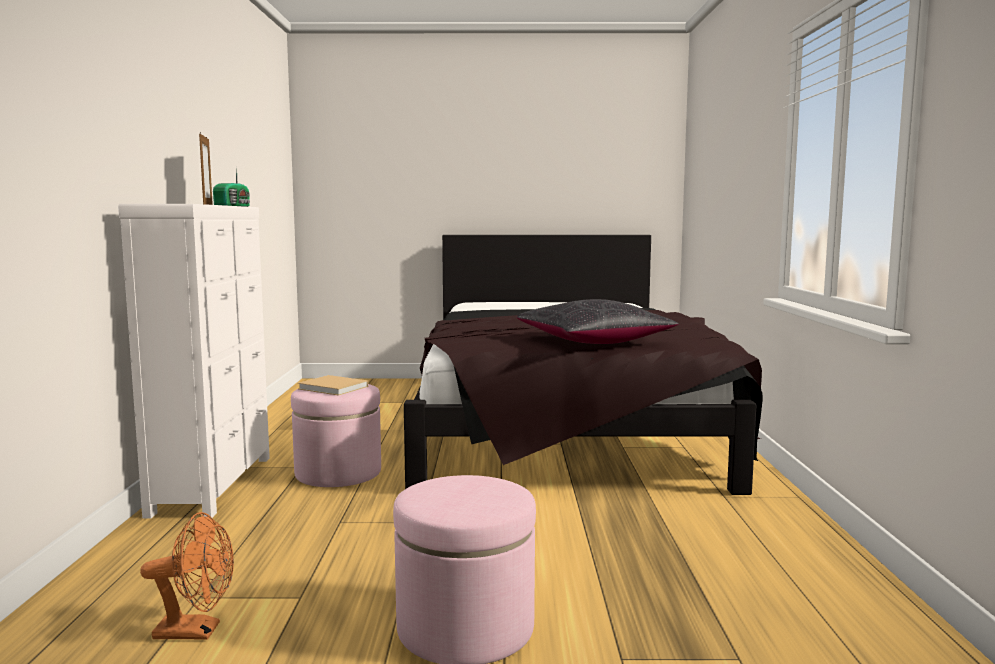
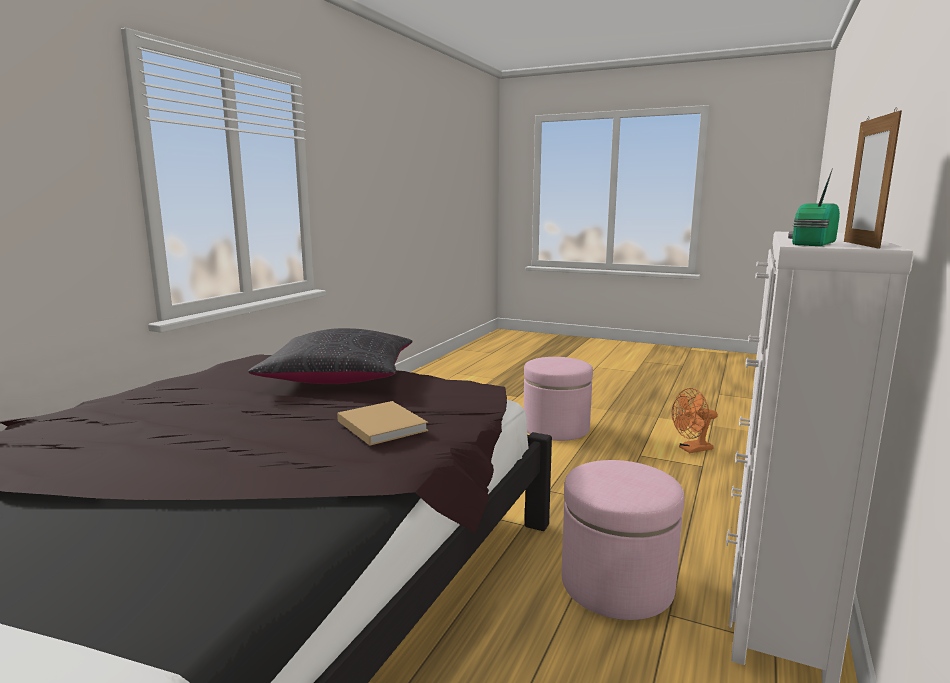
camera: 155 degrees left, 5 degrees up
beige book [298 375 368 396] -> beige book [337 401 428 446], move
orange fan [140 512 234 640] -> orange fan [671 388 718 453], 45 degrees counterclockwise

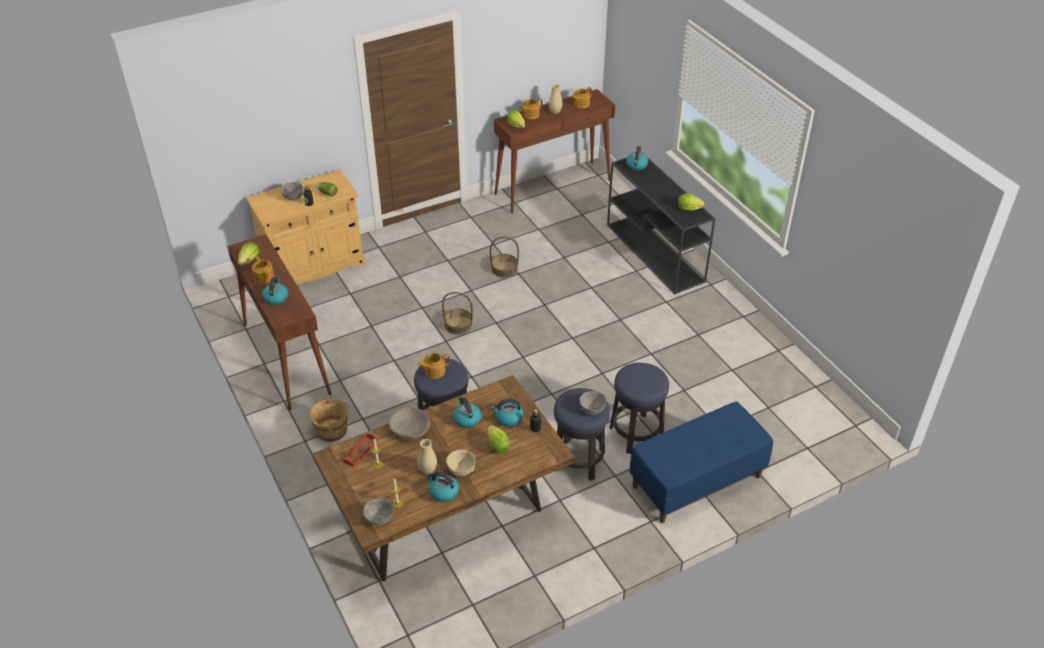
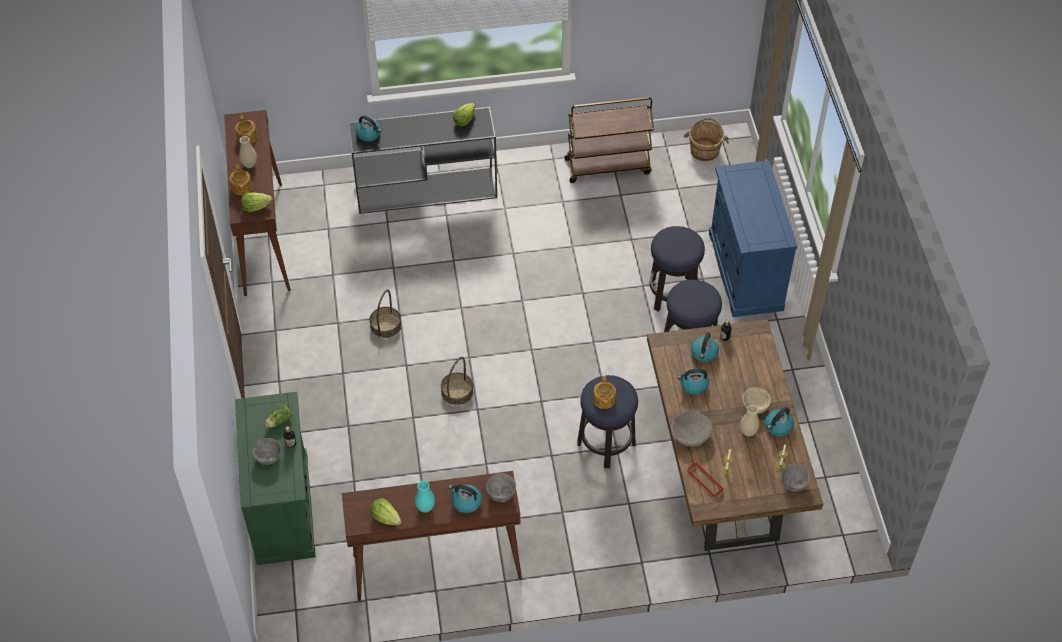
camera: 70 degrees left, 10 degrees up
beige cabinet [246 169 366 284] -> green cabinet [235 392 316 565]
teapot [252 256 274 284] -> turquoise vase [415 481 435 513]
grey bowl [579 391 607 415] -> grey bowl [486 473 516 502], move
none -> brown cart [564 97 654 183]
brown bucket [310 397 349 442] -> brown bucket [684 118 729 162], move
blue bench [629 402 773 523] -> blue cabinet [709 160 797 317]
lettuce [488 425 510 454] -> none

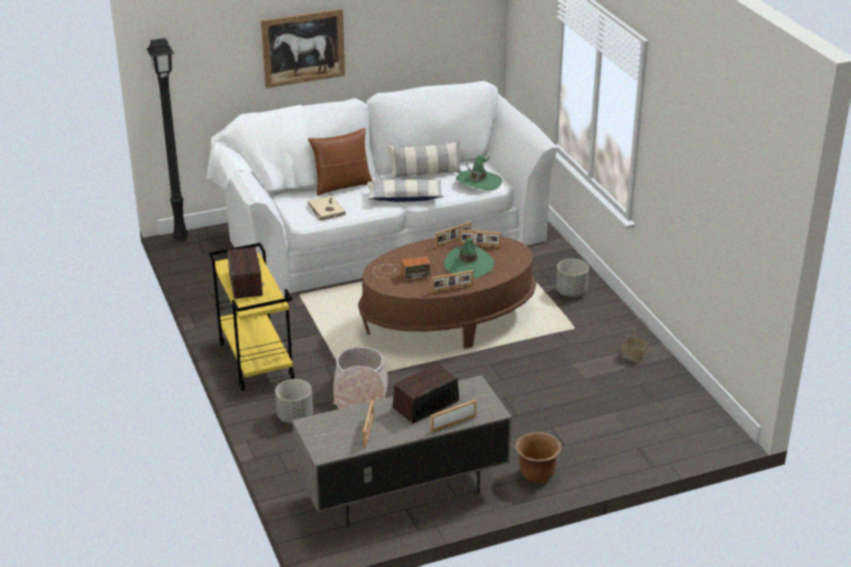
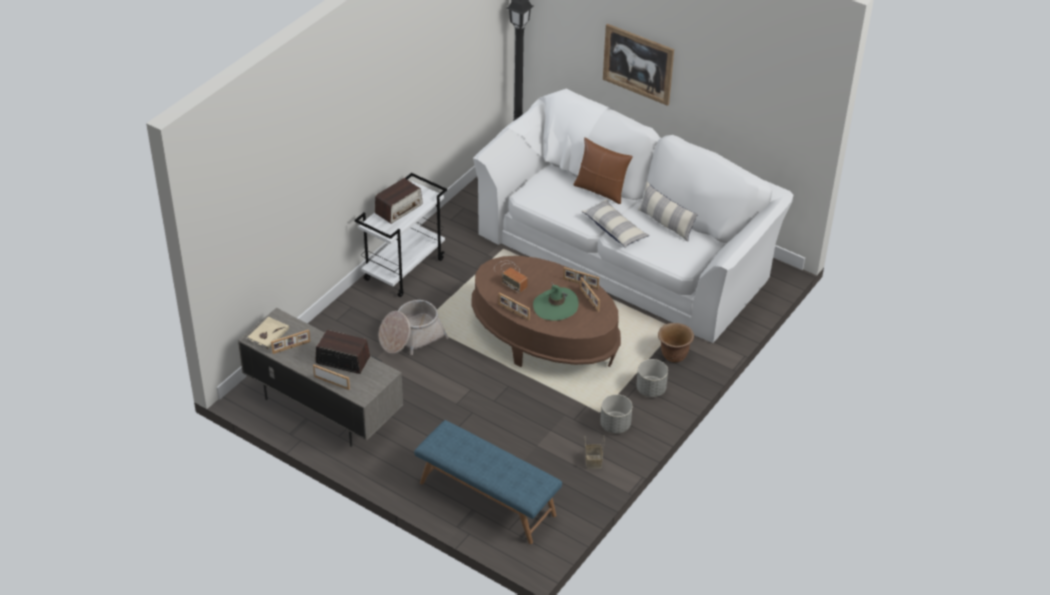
camera: 55 degrees right, 10 degrees up
beige book [308 195 346 221] -> beige book [246 317 289 349], move
yellow cart [208 243 295 391] -> white cart [355 173 447 297]
none -> blue bench [414 420 562 544]
grey planter [275 379 313 424] -> grey planter [600 394 632 434], move
brown planter [515 432 561 483] -> brown planter [658 323 694 362], move
green hat [456 155 502 190] -> none

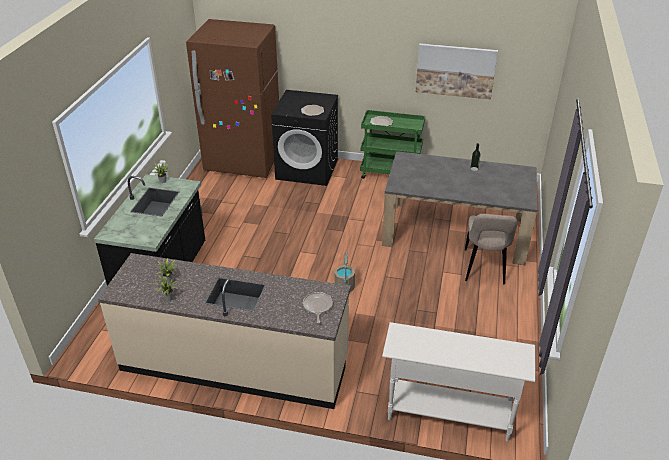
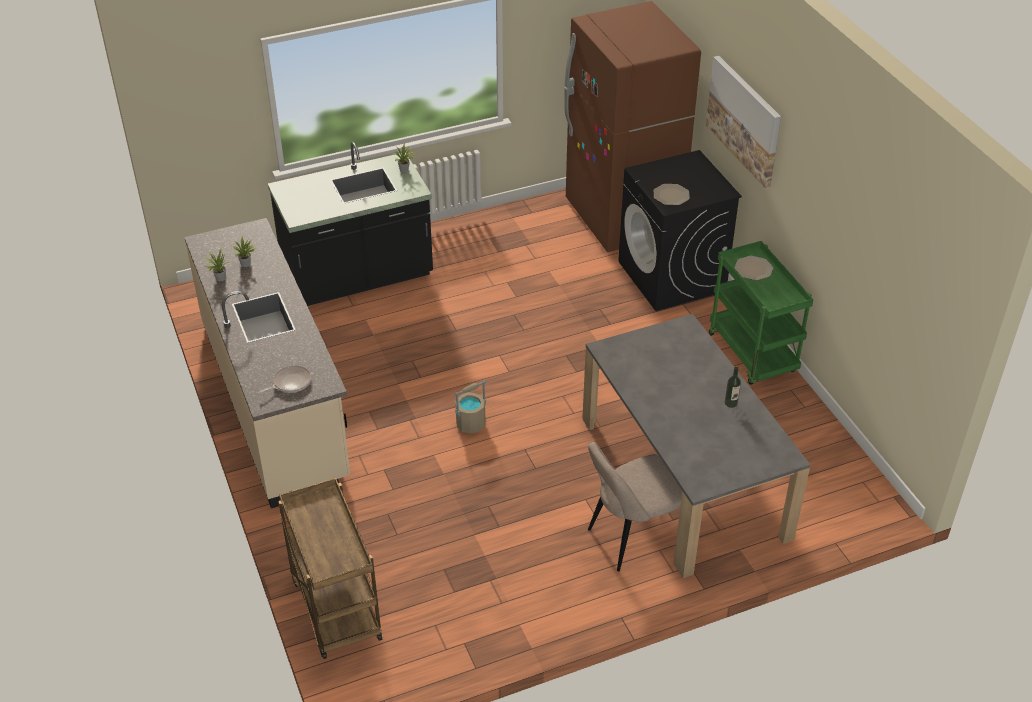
camera: 55 degrees right, 5 degrees up
white console table [382 322 536 442] -> brown cart [278 478 382 659]
picture [416 43 498 100] -> picture [706 56 781 188], move

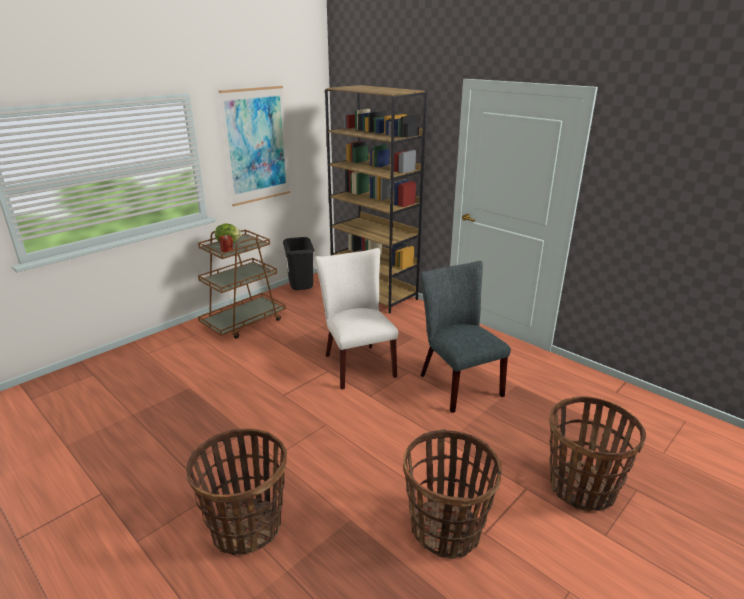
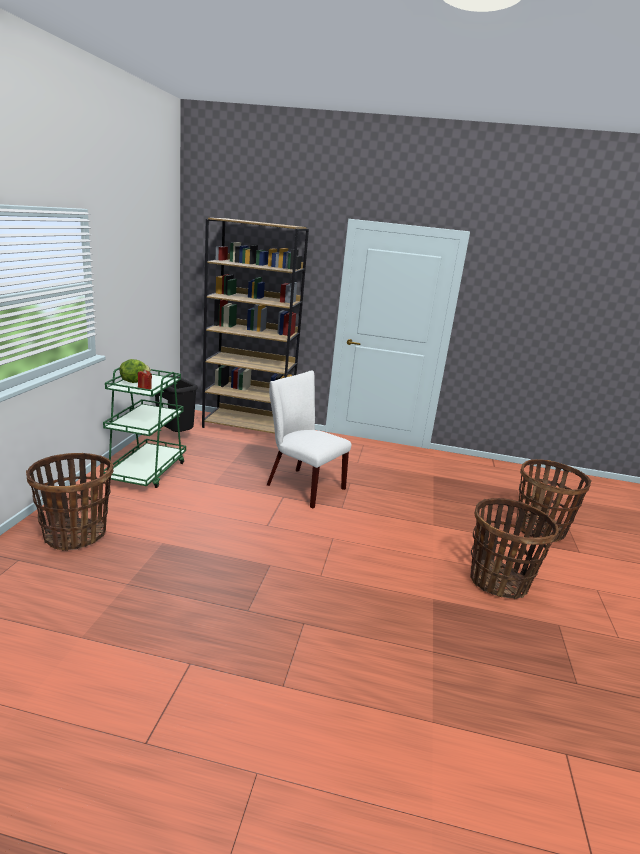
camera: 35 degrees left, 5 degrees down
basket [186 429 287 556] -> basket [26 453 113 551], move
brown cart [198 230 286 339] -> green cart [103 367 186 488]
picture [219 86 290 206] -> none
grey chair [420 261 511 413] -> none

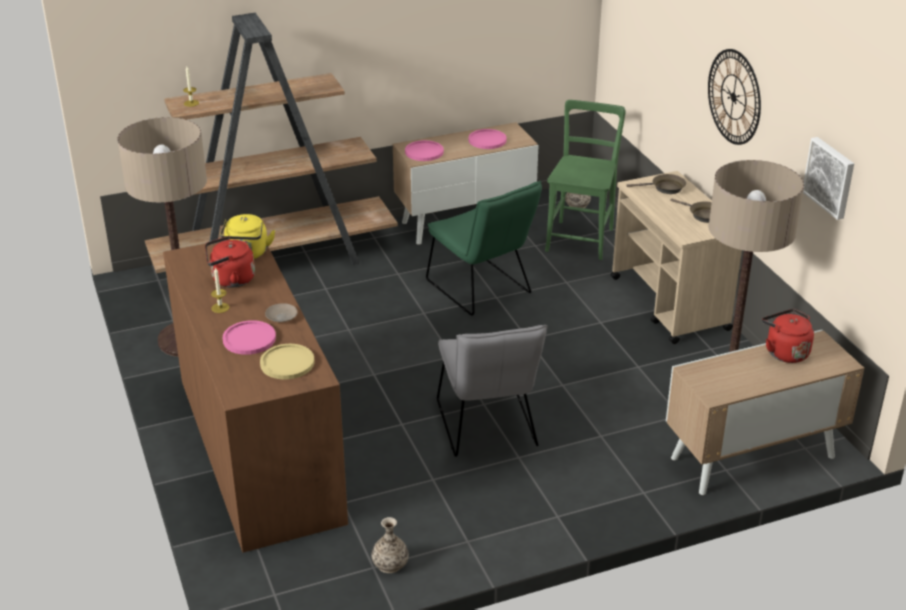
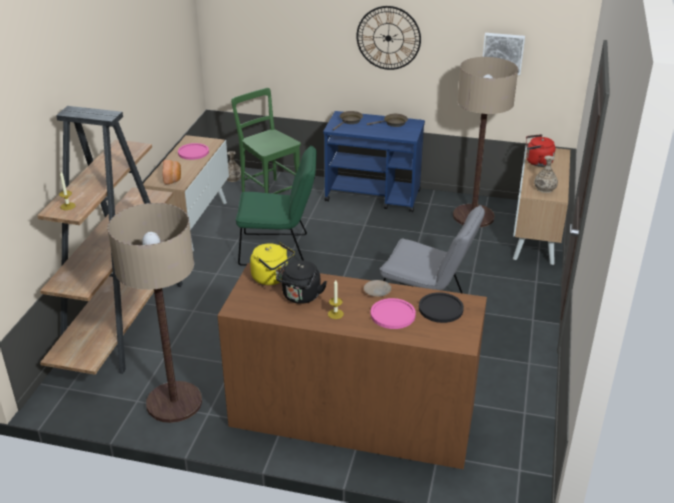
camera: 55 degrees left, 0 degrees up
pink plate [405 140 444 161] -> bread [163 160 181 184]
red kettle [205 236 255 288] -> black kettle [276 260 327 304]
beige cart [611 171 742 344] -> blue cart [323 111 425 212]
yellow plate [260 344 314 380] -> black plate [419 292 464 323]
vase [371 517 409 573] -> vase [534 156 558 193], move

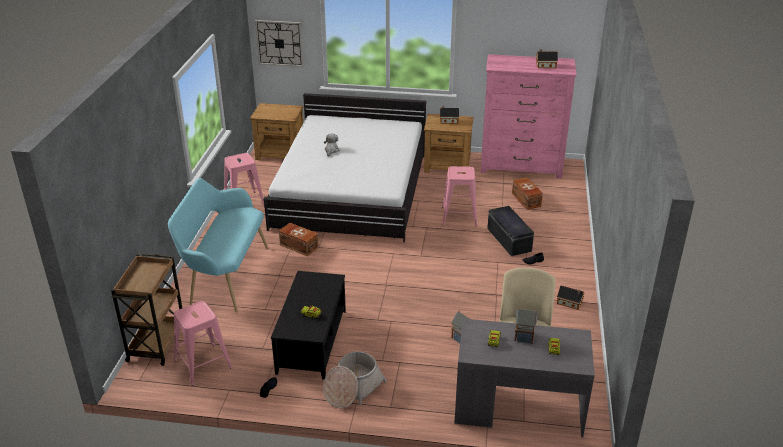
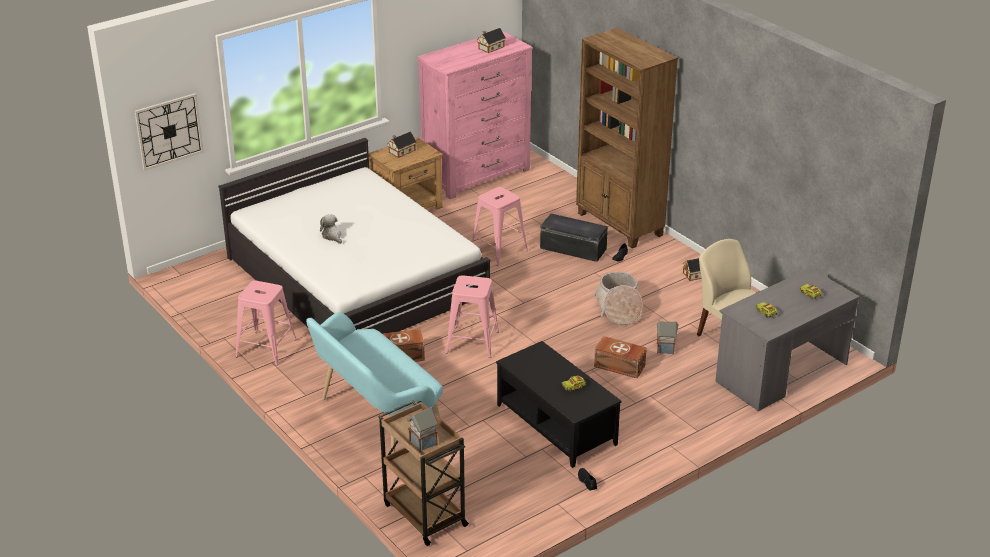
camera: 45 degrees left, 0 degrees up
toy house [515 307 539 344] -> toy house [407 406 439 452], move
pink stool [174 301 232 386] -> pink stool [446 275 499 358], move
none -> brown bookcase [576 28 678 248]
basket [323 351 387 408] -> basket [594 272 643 325], move
brown storage box [512 177 543 210] -> brown storage box [594 336 647 378], move
brown nightstand [250 103 303 160] -> none

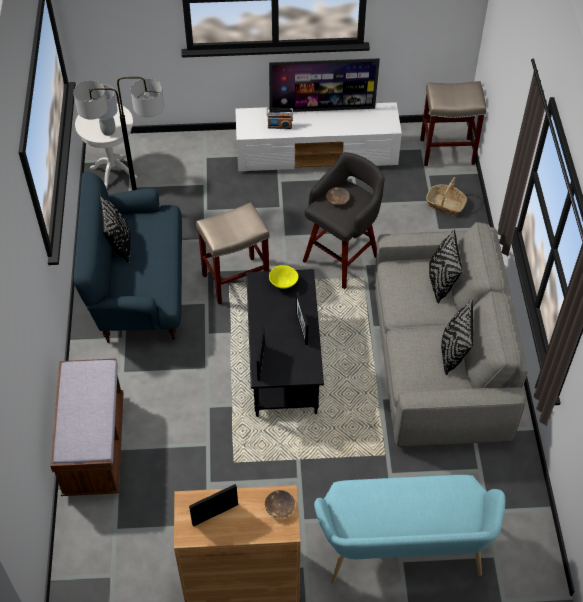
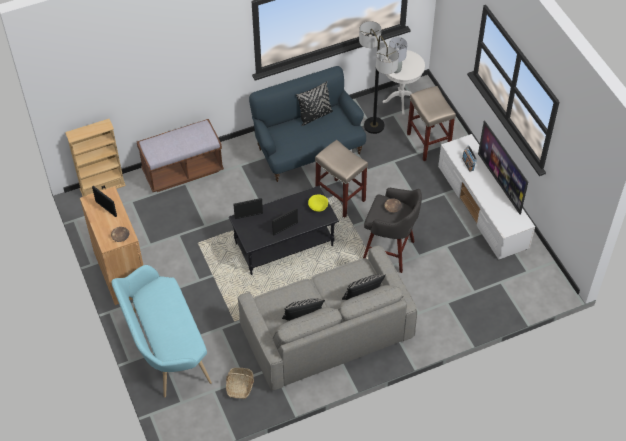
camera: 70 degrees right, 0 degrees up
none -> beige bookcase [65 119 126 197]
basket [426 177 467 216] -> basket [226 368 254 399], move
beige stool [420 81 486 166] -> beige stool [407 86 456 161], move

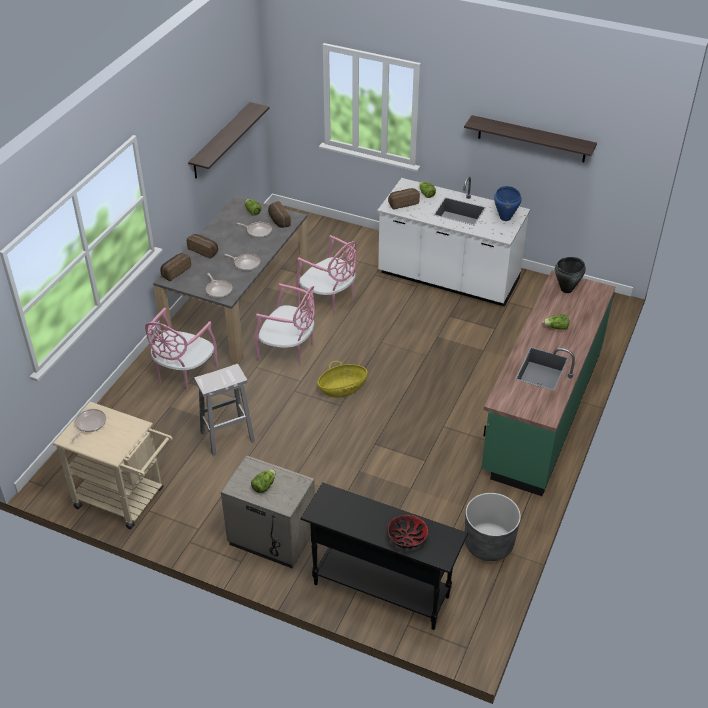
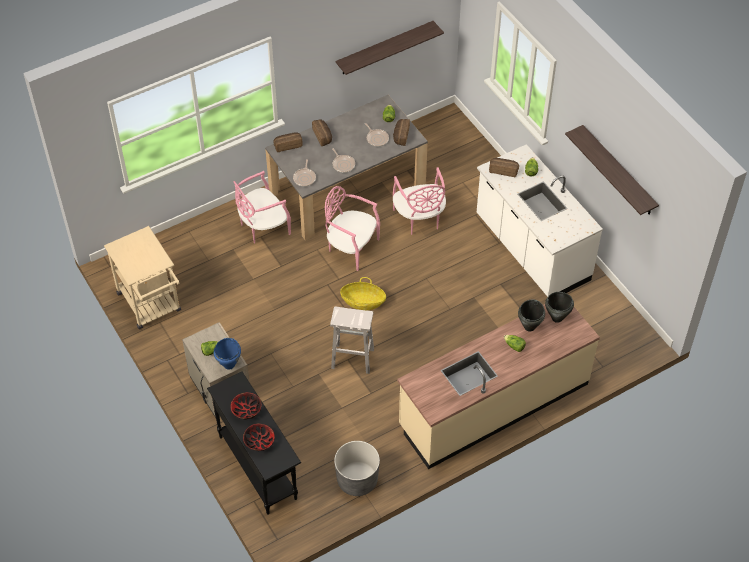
camera: 35 degrees right, 10 degrees up
blue cooking pot [494 186 522 221] -> blue cooking pot [214 338 241 370], move
none -> bowl [230 392 262 419]
pink chair [254 283 315 366] -> pink chair [325 186 380 271], 150 degrees clockwise
white stool [194 364 255 456] -> white stool [330 306 374 374], move
green counter [481 270 615 496] -> beige counter [397 304 600 469]
none -> black cooking pot [518 300 545 332]
frying pan [72 409 106 440] -> none

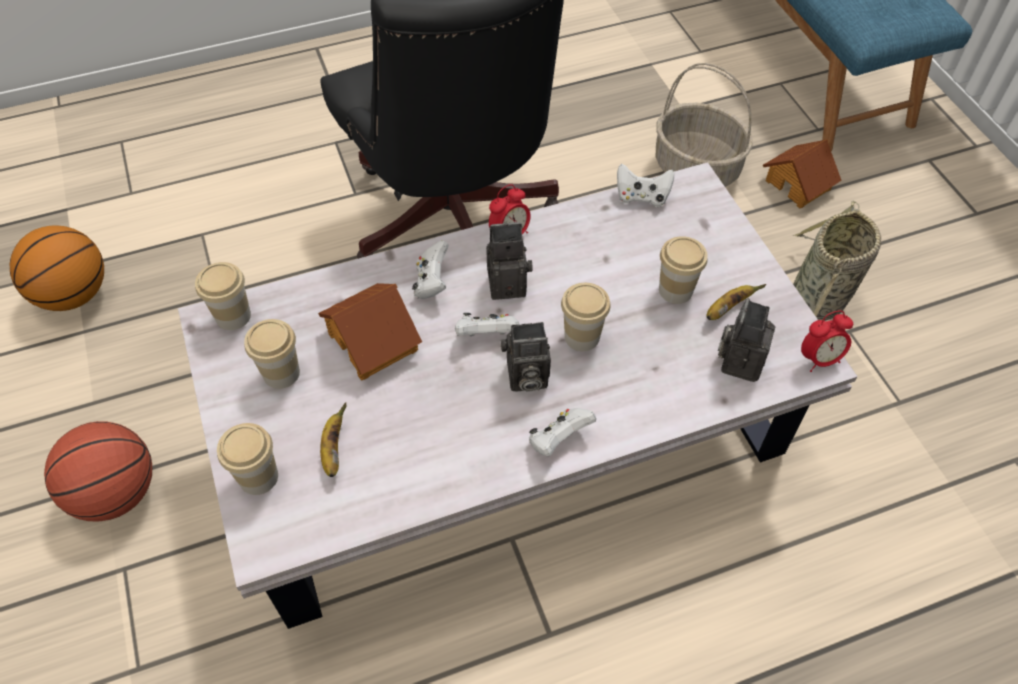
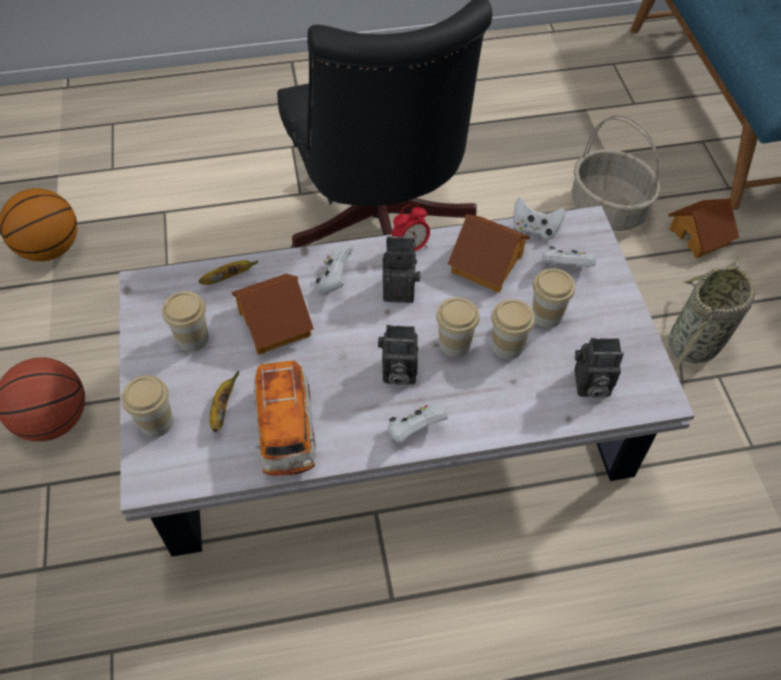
camera: 10 degrees right, 0 degrees up
banana [706 284 767 320] -> banana [199 260 258 285], move
none -> toy car [254 361 316 476]
none -> toy house [448 214 530 293]
cup [195 262 251 330] -> cup [491 299 535 359], move
white game controller [455 313 519 336] -> white game controller [542 246 596 269], move
photo camera [718 298 775 382] -> photo camera [574 338 624 398], 120 degrees counterclockwise
alarm clock [801 310 853 372] -> none

